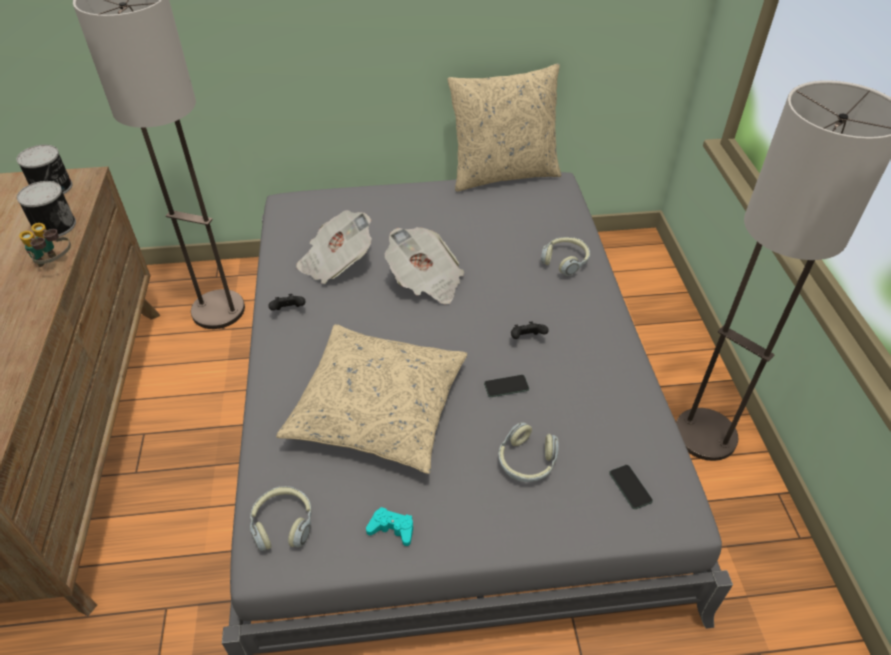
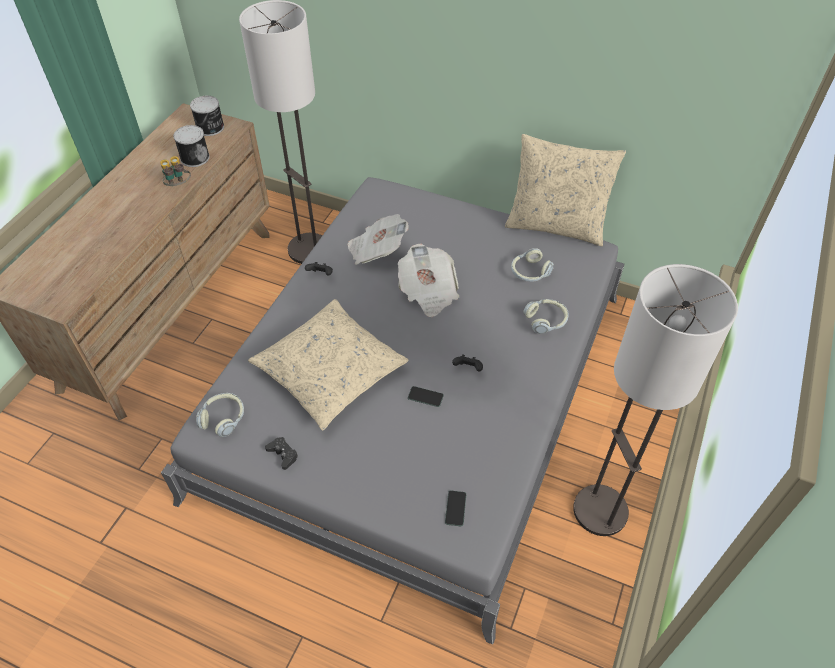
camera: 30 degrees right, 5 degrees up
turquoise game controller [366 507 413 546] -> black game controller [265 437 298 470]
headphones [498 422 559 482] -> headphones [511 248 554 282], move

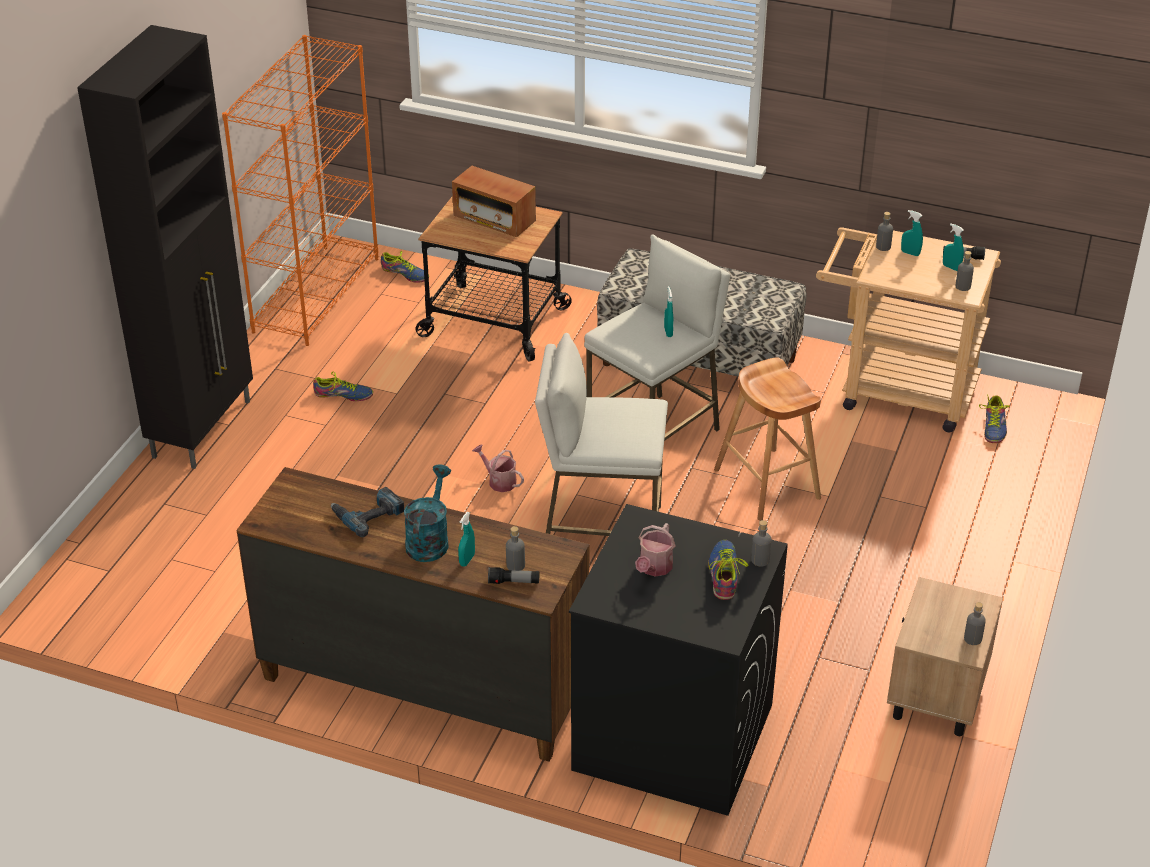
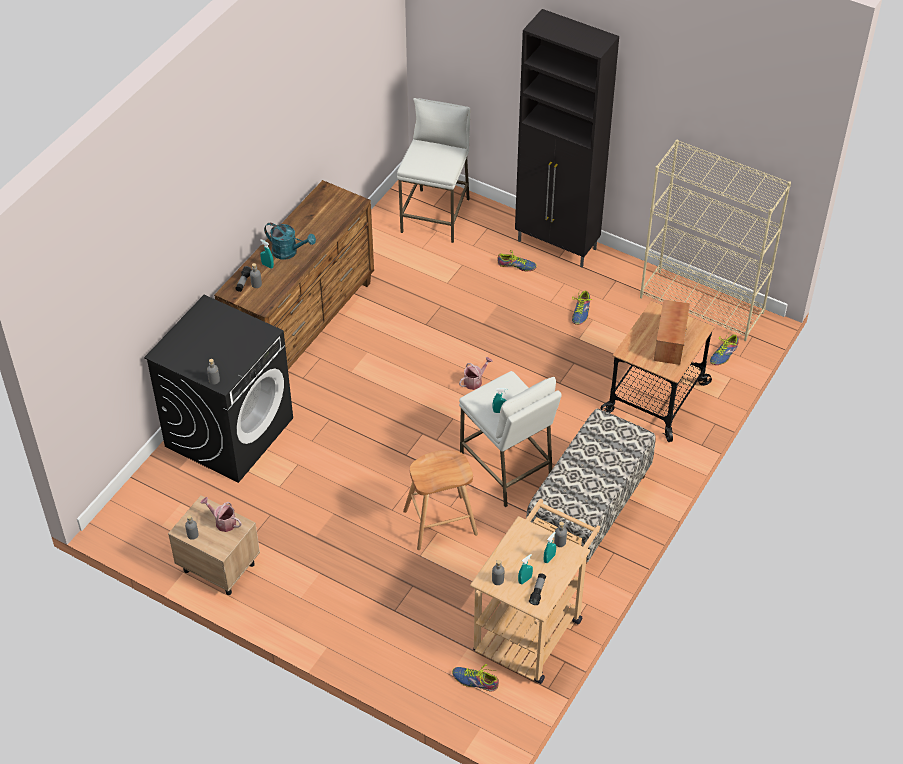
camera: 100 degrees right, 10 degrees up
watering can [635 523 676 577] -> watering can [200 497 242 532], move
white stool [535 333 668 536] -> white stool [397 98 470 243], move
shoe [708 540 748 600] -> shoe [497 250 537 271], move
orange bookcase [222 35 379 346] -> beige bookcase [640 140 791 341]
radio [452 166 536 237] -> radio [654 300 690 365], 150 degrees clockwise
power drill [331 487 404 537] -> none

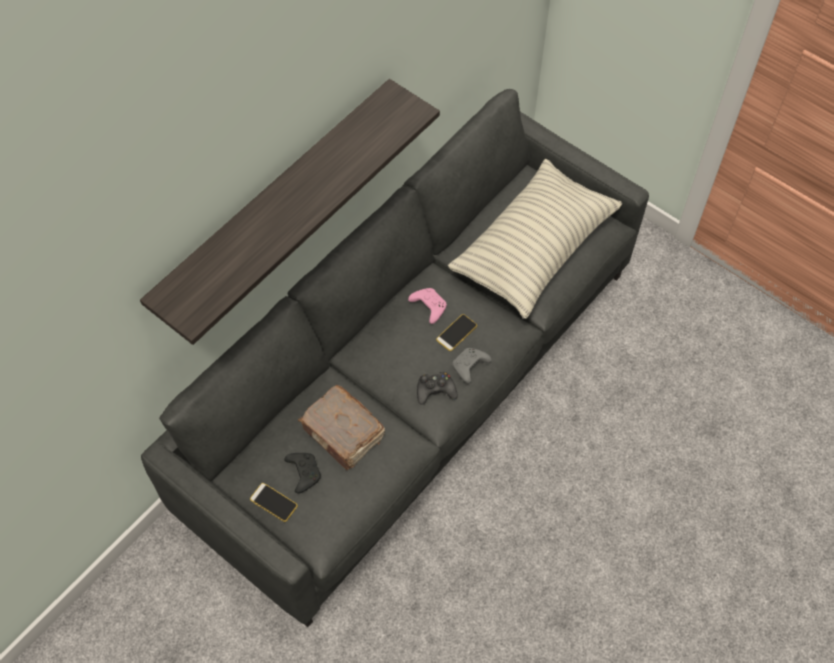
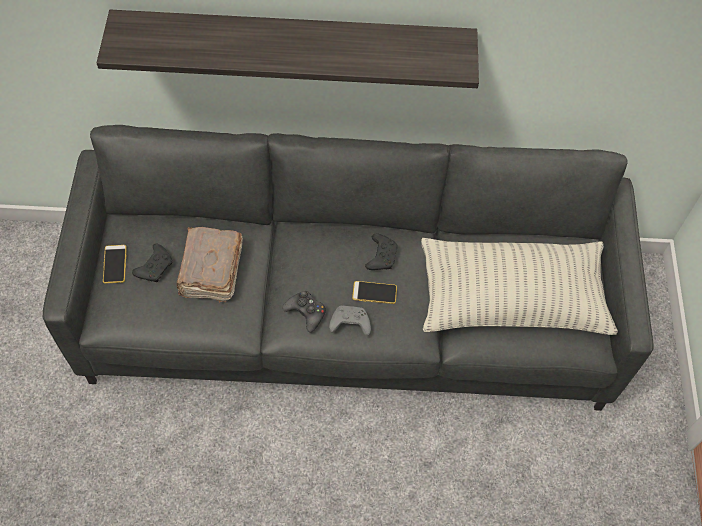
camera: 50 degrees right, 0 degrees up
pink game controller [408 288 447 324] -> black game controller [365 234 398 270]

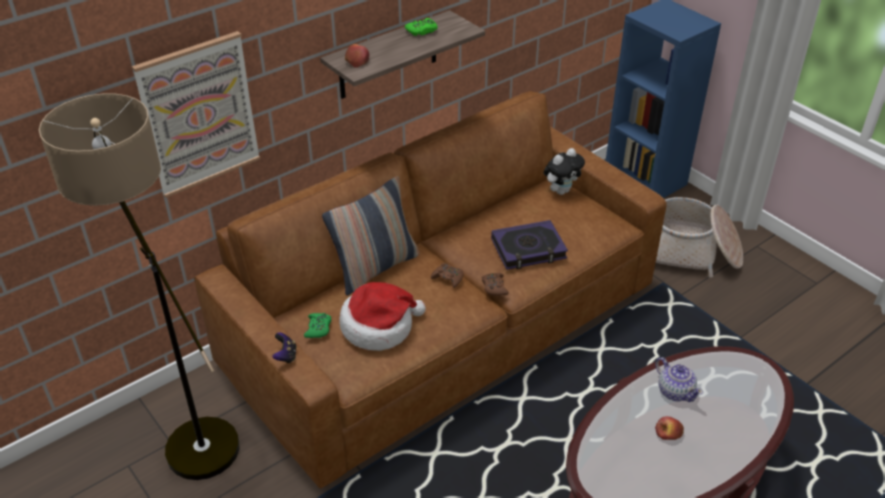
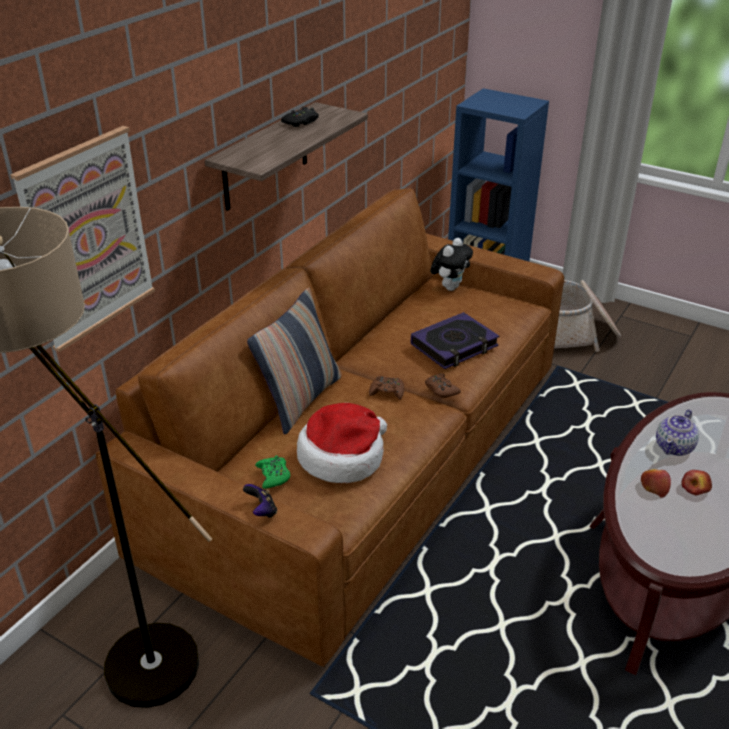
camera: 20 degrees left, 5 degrees down
green game controller [405 18 438 36] -> black game controller [281 107 319 127]
apple [345 44 369 68] -> apple [641 469 671 498], move
teapot [655 357 703 402] -> teapot [656 410 699 456], 90 degrees clockwise

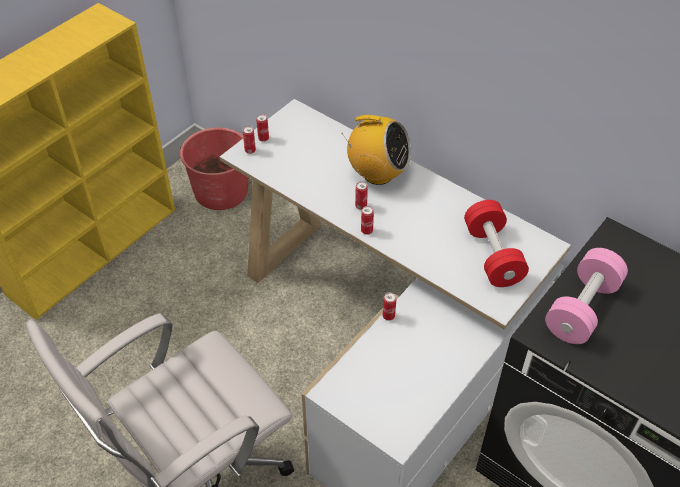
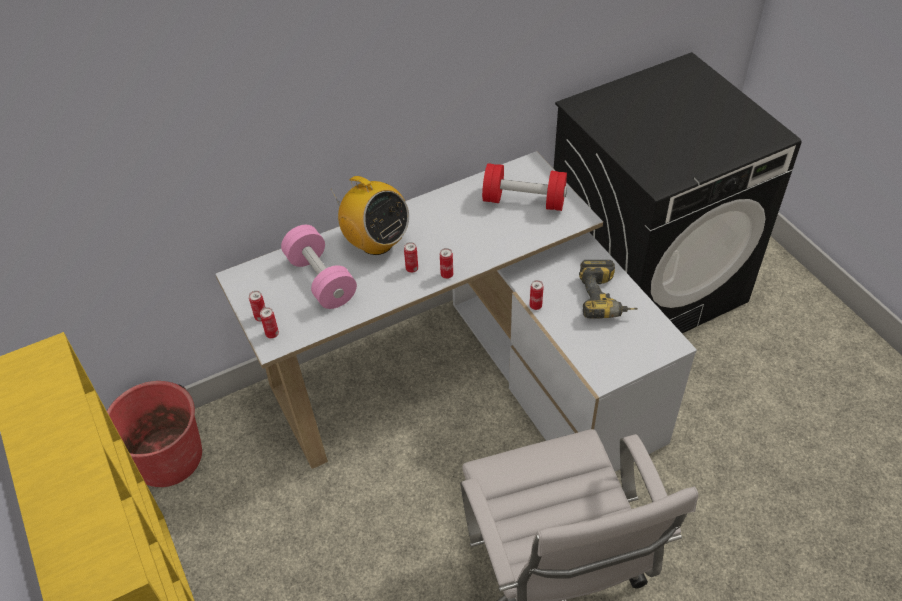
camera: 65 degrees left, 0 degrees up
pink dumbbell [545 248 628 344] -> pink dumbbell [281 225 357 309], move
radio [341 115 411 185] -> radio [330 176 409 255], 90 degrees clockwise
none -> power drill [579 260 638 319]

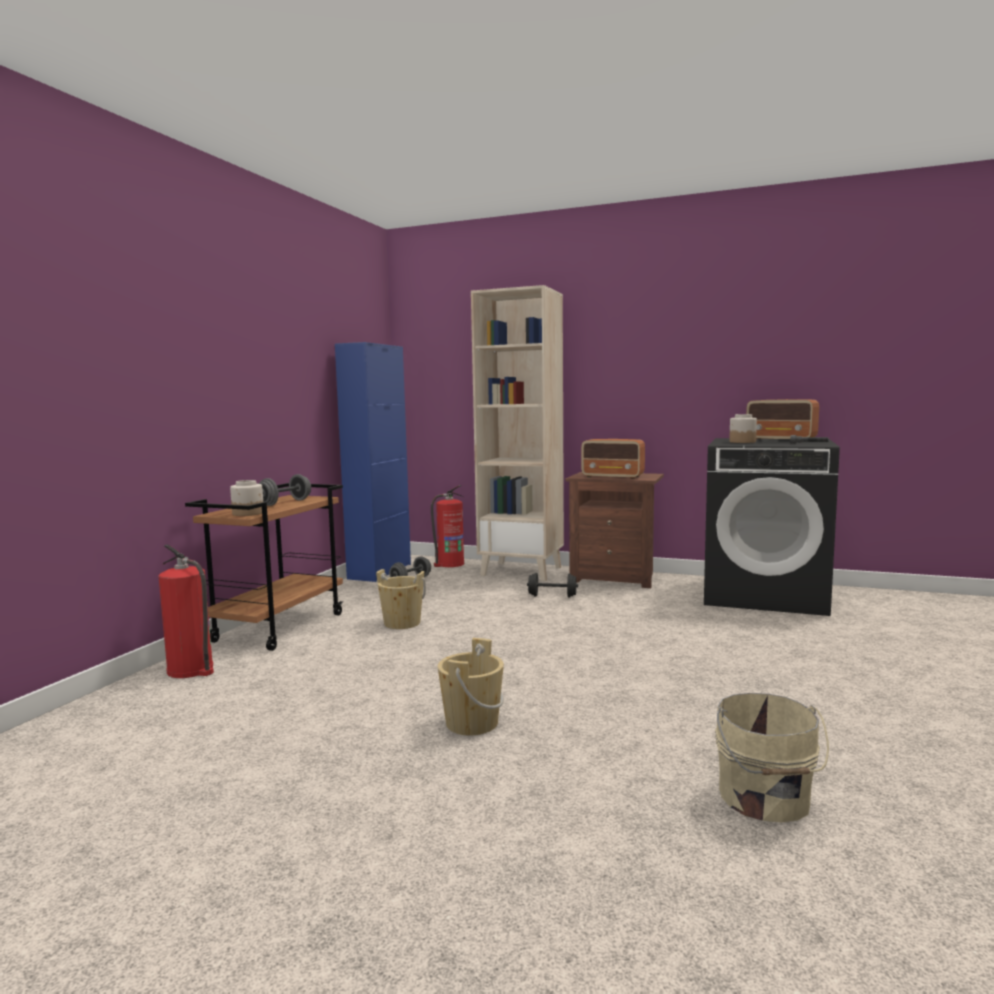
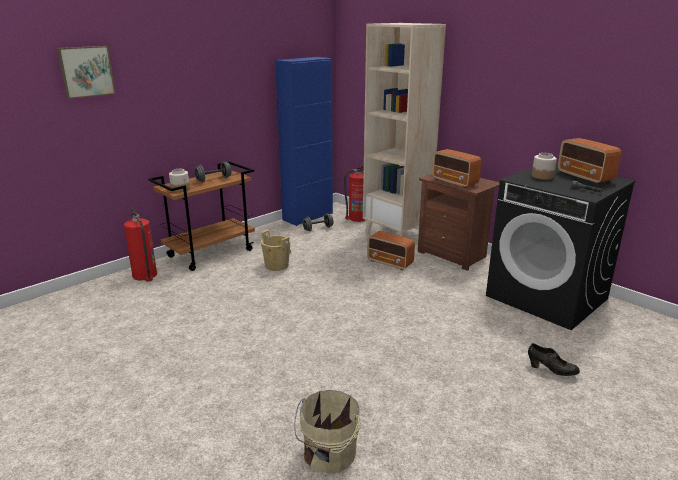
camera: 25 degrees right, 15 degrees up
none -> picture [57 46 116 99]
black dumbbell [527 573 578 598] -> radio [367 231 415 270]
none -> black shoe [528 343 580 376]
beige bucket [437 638 504 735] -> none

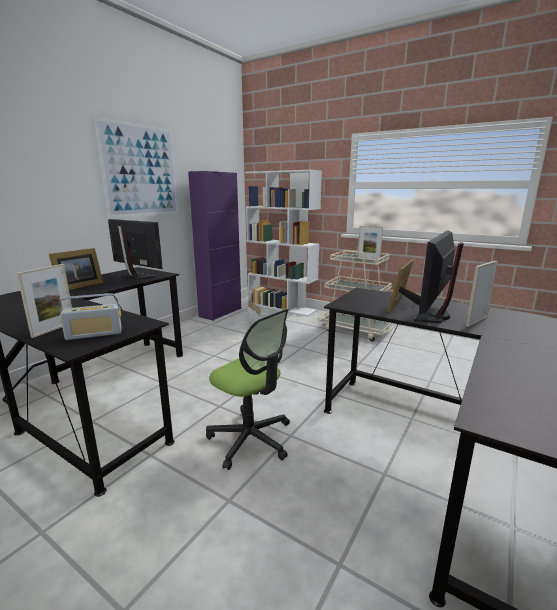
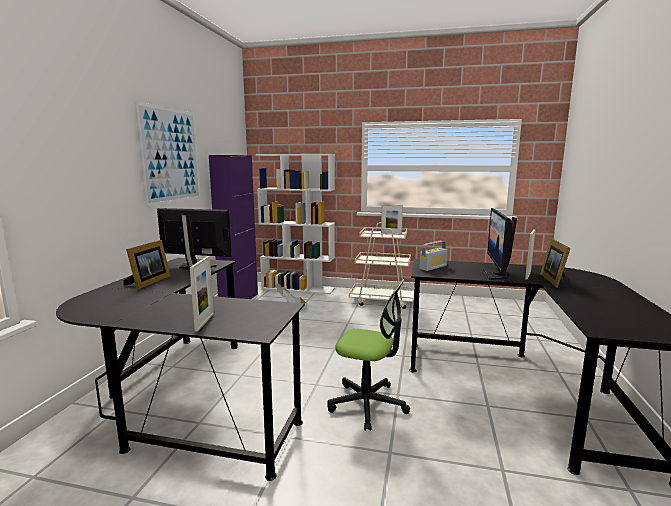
camera: 20 degrees left, 5 degrees down
radio [58 293 122 340] -> radio [419 241 448 271], move
picture frame [387 260 421 313] -> picture frame [540 239 571 288], move

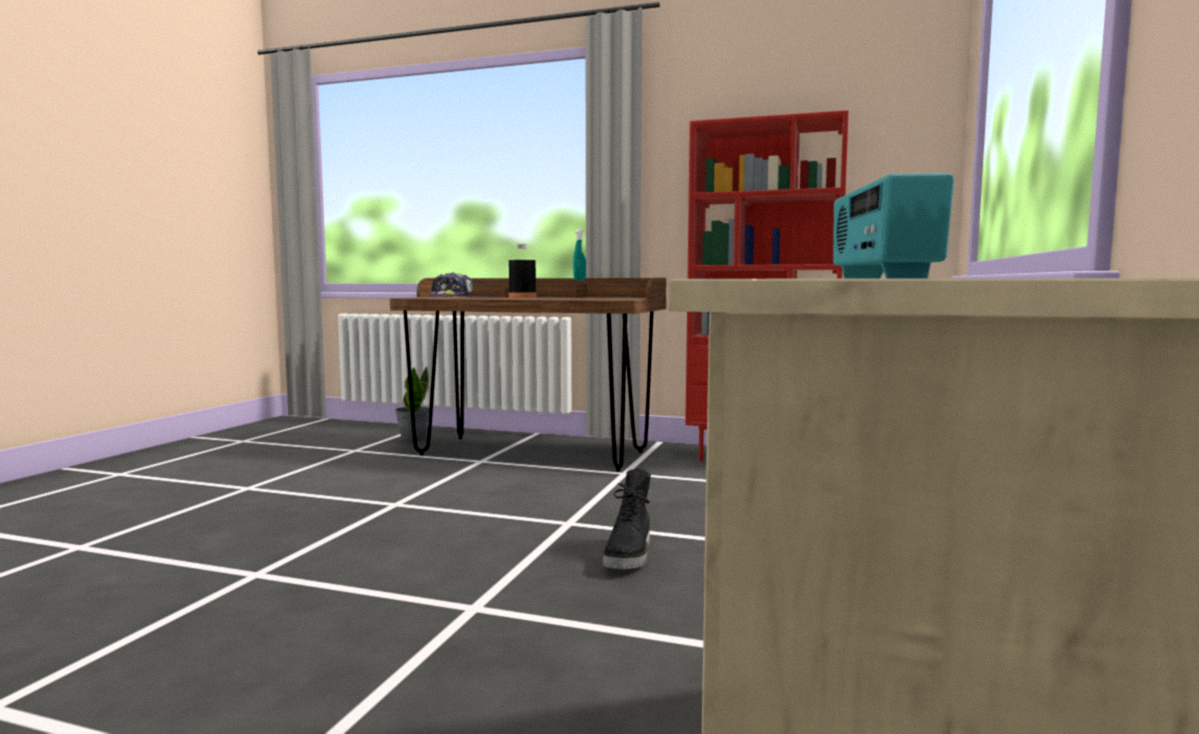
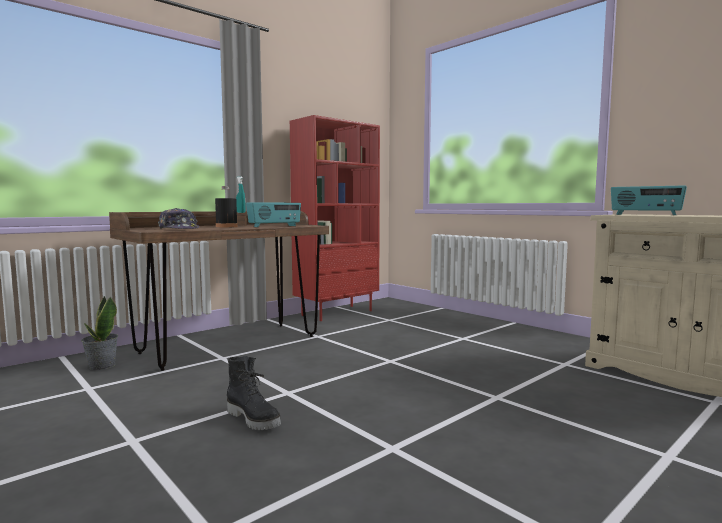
camera: 60 degrees left, 0 degrees up
black boot [603 469 651 569] -> black boot [227 356 281 430], move
none -> radio [246 202 301 227]

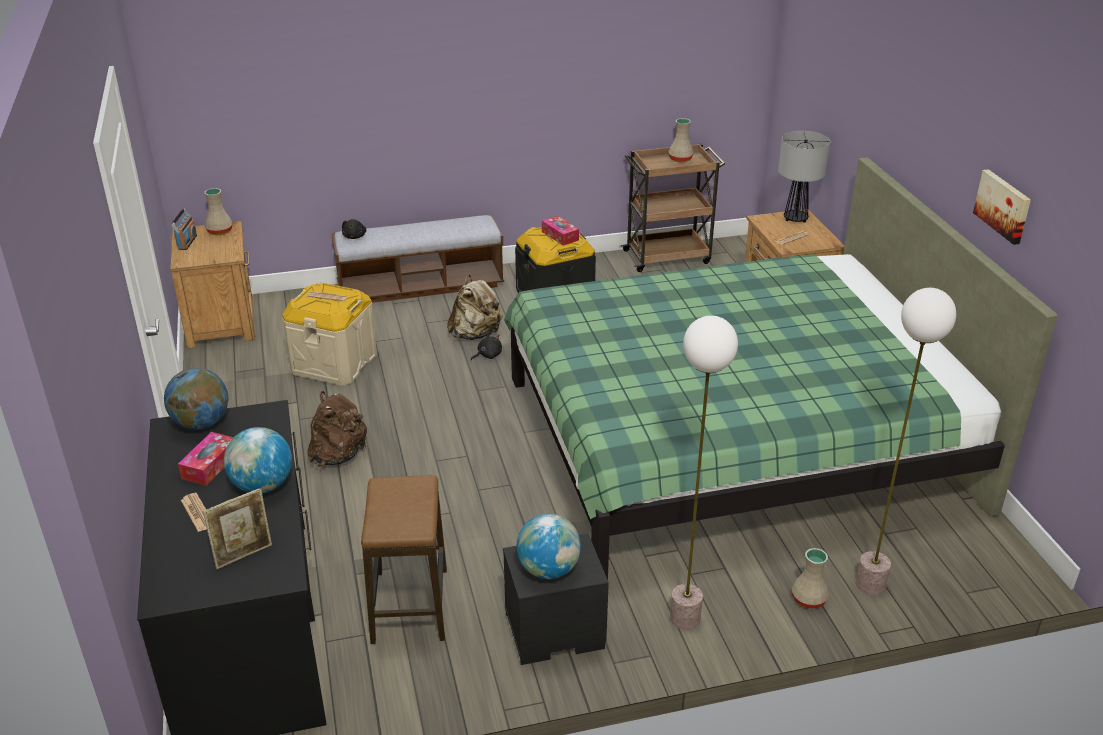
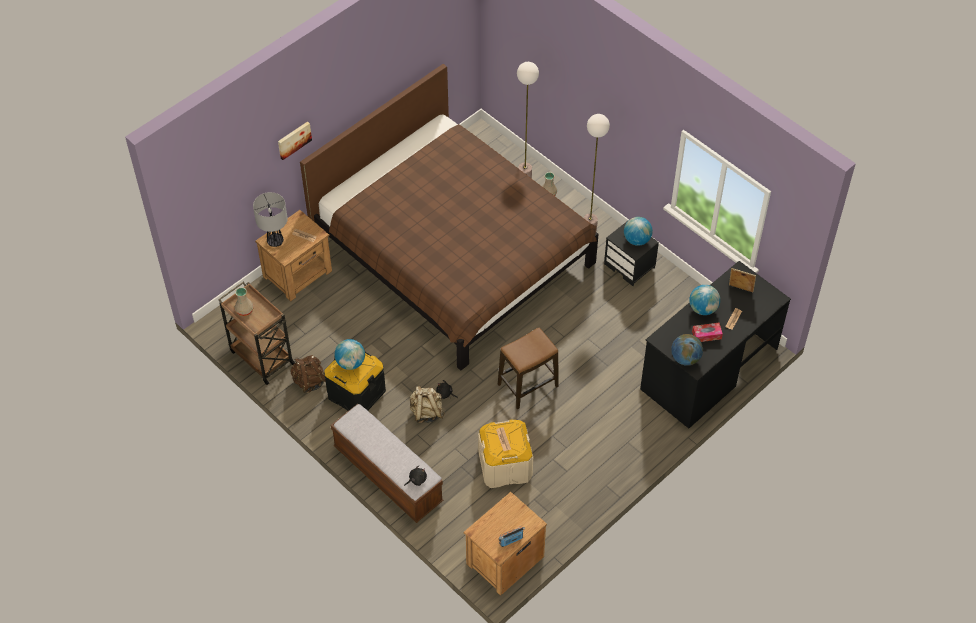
camera: 120 degrees left, 20 degrees up
picture [973 169 1031 245] -> picture [278 121 312 160], move
brown backpack [307 391 367 467] -> brown backpack [290 355 326 393], move
green bed [504 158 1057 580] -> brown bed [300 64 598 371]
tissue box [542 216 579 246] -> globe [334 339 365 370]
stool [361 475 447 644] -> stool [498 328 559 409], move
beige vase [204 188 233 235] -> none

